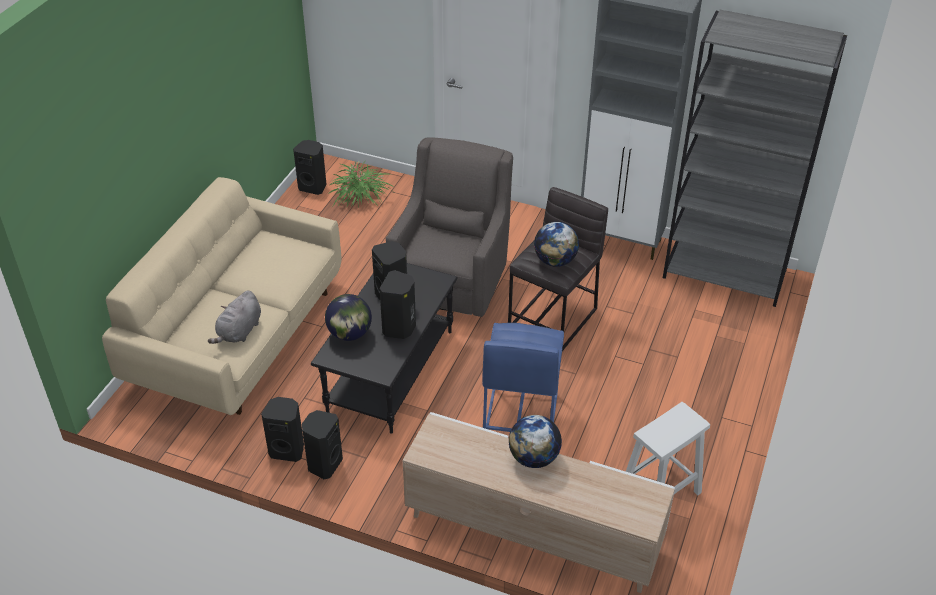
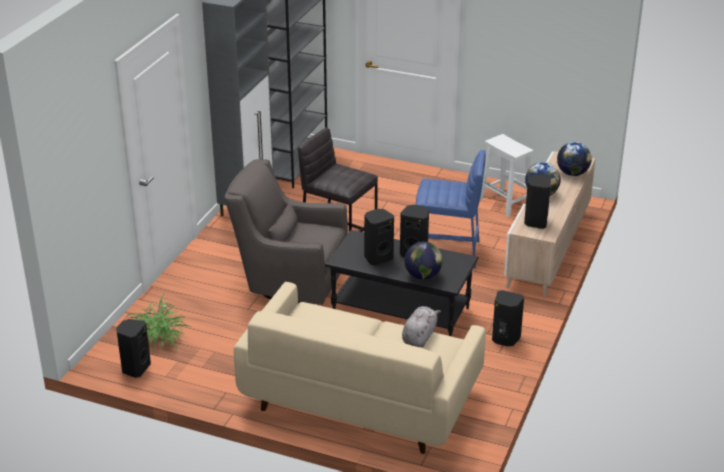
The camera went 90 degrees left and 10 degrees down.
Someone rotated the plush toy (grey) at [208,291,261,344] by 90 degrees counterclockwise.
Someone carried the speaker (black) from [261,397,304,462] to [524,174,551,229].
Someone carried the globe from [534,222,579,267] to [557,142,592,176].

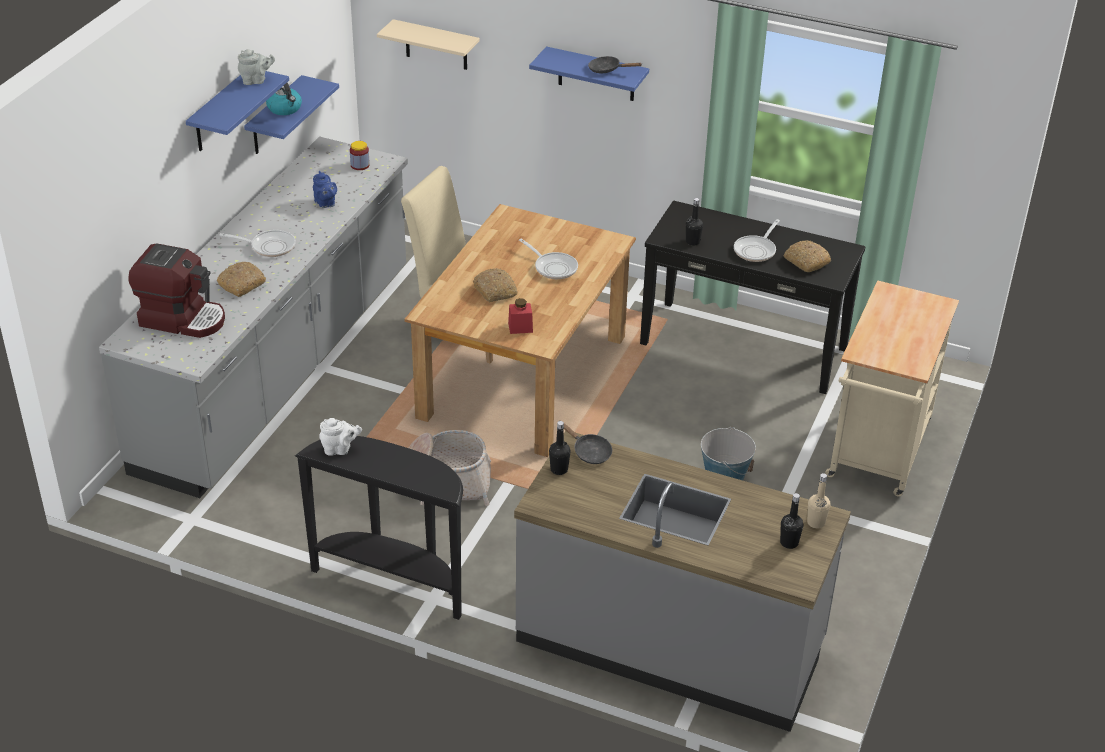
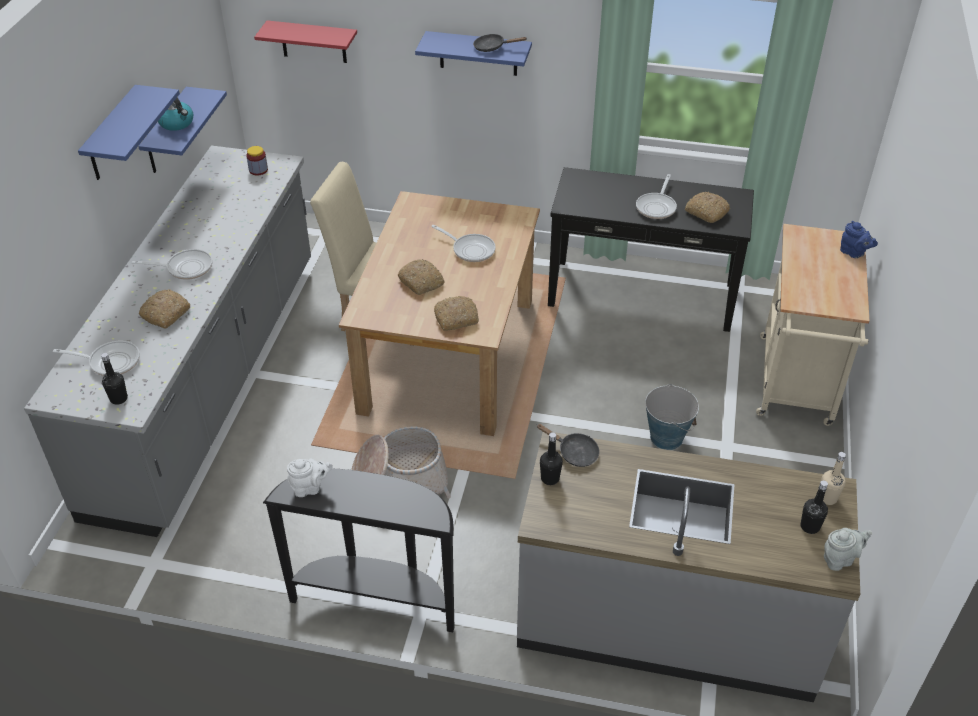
The camera went 10 degrees left and 5 degrees up.
Someone swapped the coffee machine at [129,243,225,338] for the frying pan at [53,341,140,376].
Someone carried the bottle (black) from [686,198,703,246] to [101,353,128,405].
Someone repainted the shelf (beige) at [377,19,480,70], which became the shelf (red) at [254,20,357,63].
Someone swapped the jar (red) at [508,298,533,334] for the bread at [434,296,479,331].
Someone carried the teapot (grey) from [238,49,275,85] to [824,528,872,571].
Someone carried the teapot (blue) from [313,171,337,208] to [840,221,878,258].

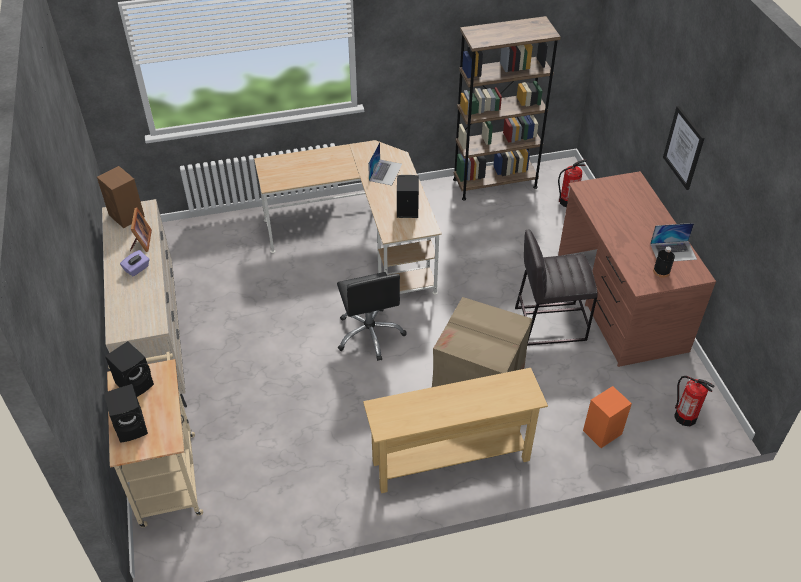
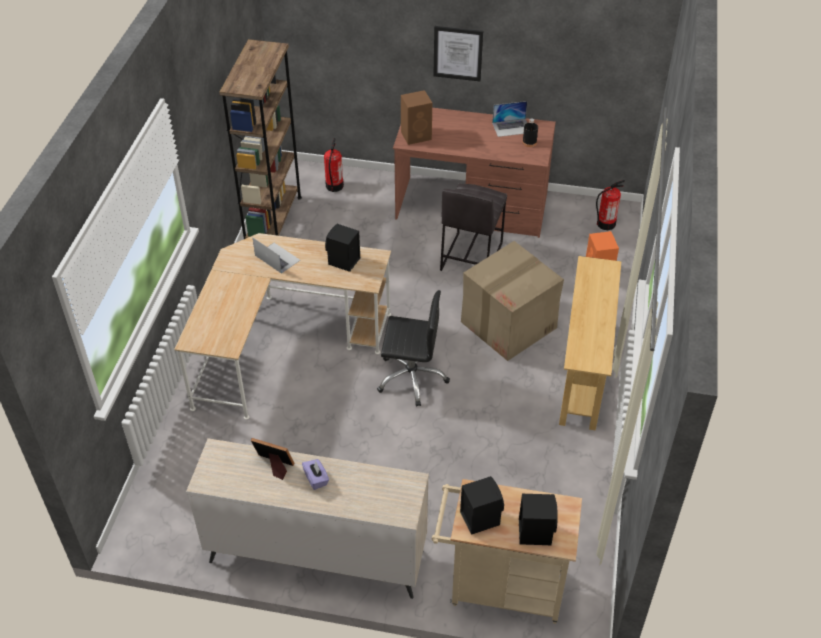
The camera went 65 degrees left and 0 degrees up.
Someone carried the speaker (brown) from [97,166,145,228] to [401,90,432,145].
Someone rotated the laptop at [650,223,697,261] by 60 degrees clockwise.

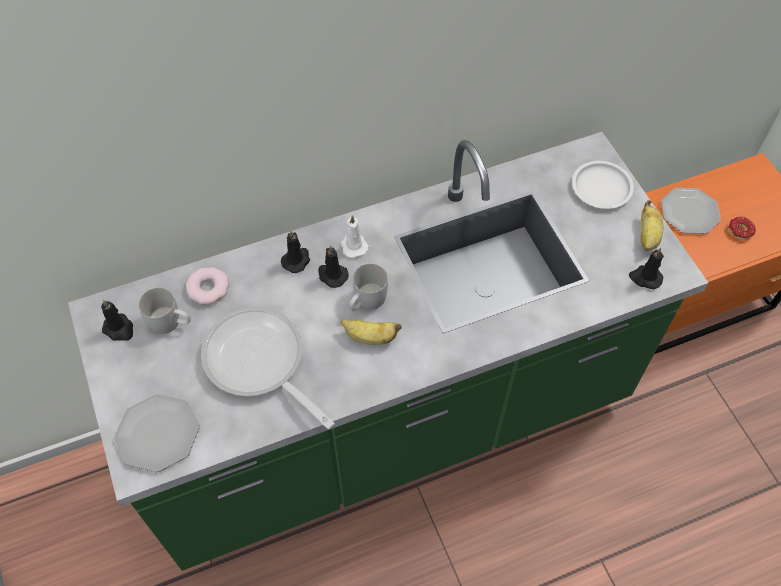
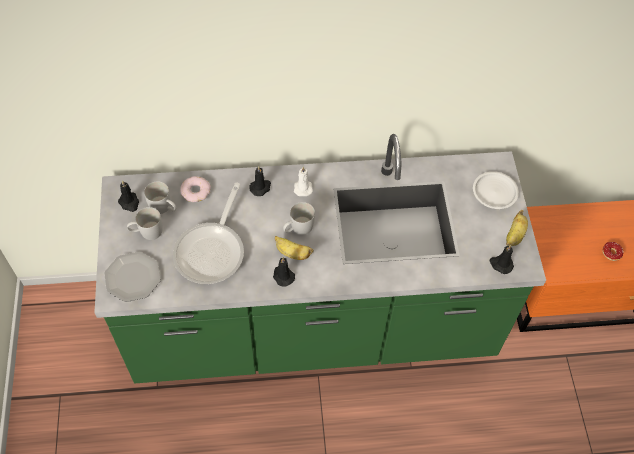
The camera went 15 degrees right and 0 degrees up.
Someone put down the mug (white) at [127,207,162,240].
Someone rotated the frying pan at [201,307,335,429] by 135 degrees counterclockwise.
Someone carried the candle (black) from [318,245,349,288] to [273,257,295,287].
Someone took away the plate at [661,188,721,234].

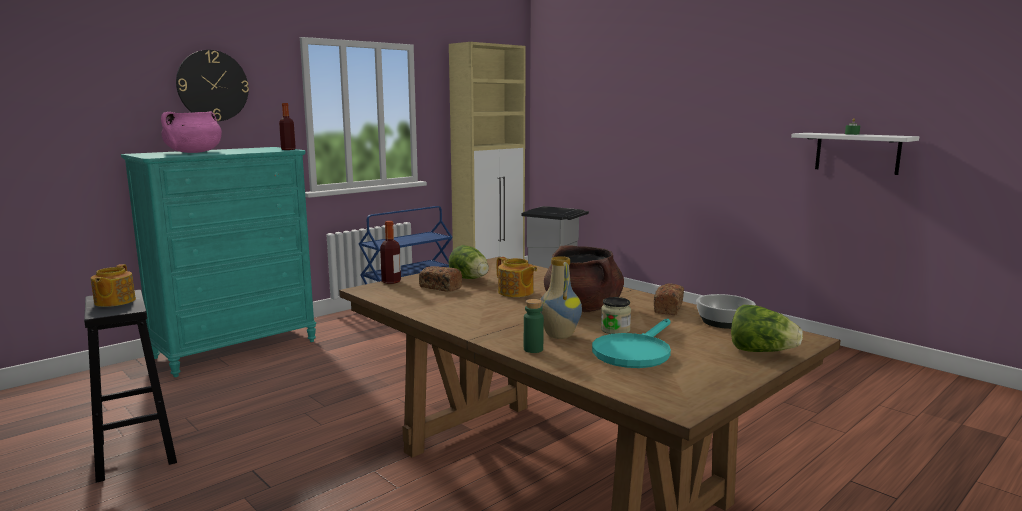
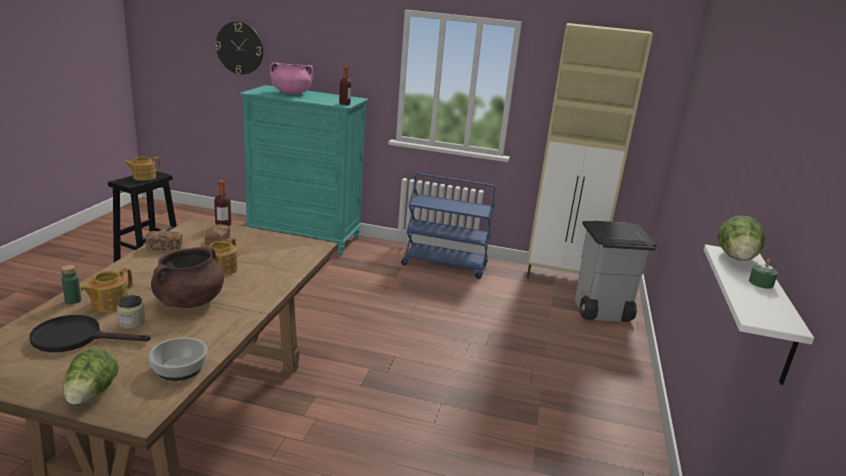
The camera went 55 degrees right and 10 degrees up.
Someone repainted the frying pan (turquoise) at [592,319,671,368], which became the frying pan (black) at [29,315,151,352].
Someone swapped the vase at [540,256,582,339] for the teapot at [80,268,133,312].
Someone carried the bread from [654,284,684,315] to [146,231,182,251].
Someone carried the wall clock from [176,50,249,121] to [215,22,263,75].
Someone carried the lettuce from [449,245,489,279] to [717,215,765,261].

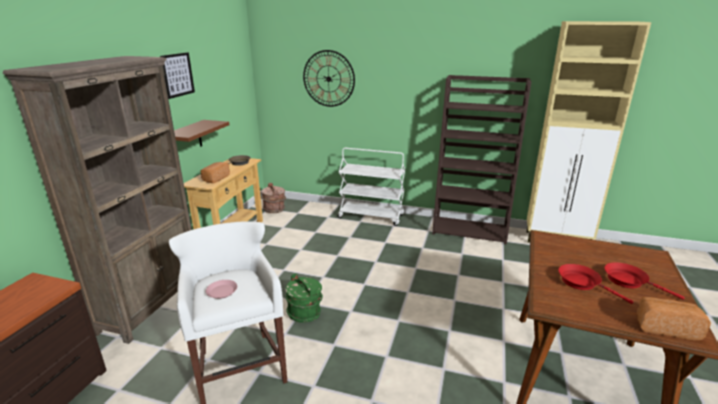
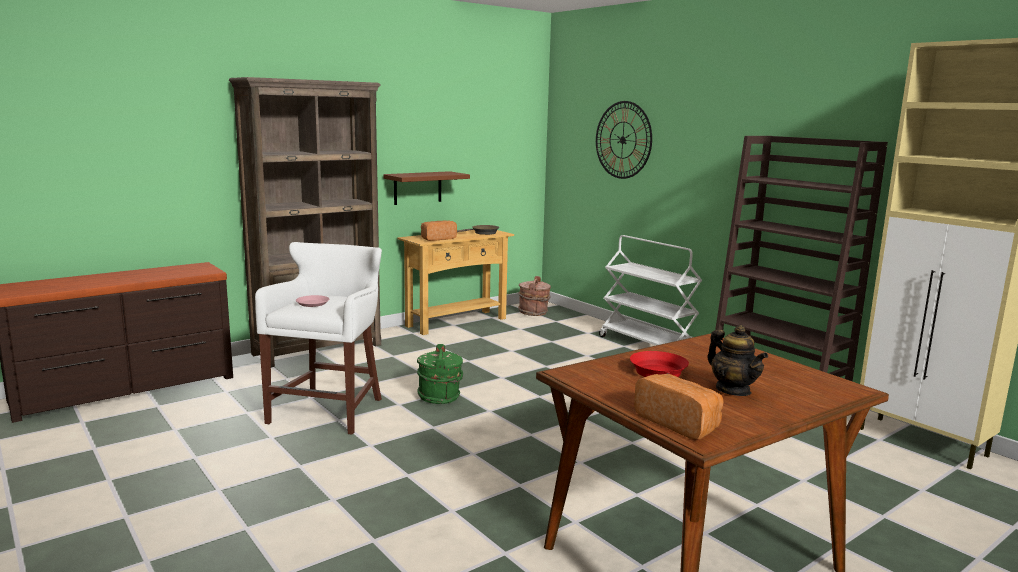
The camera went 35 degrees right and 10 degrees down.
Someone swapped the frying pan (red) at [605,263,685,300] for the teapot at [707,325,768,396].
Someone took away the picture at [160,52,195,99].

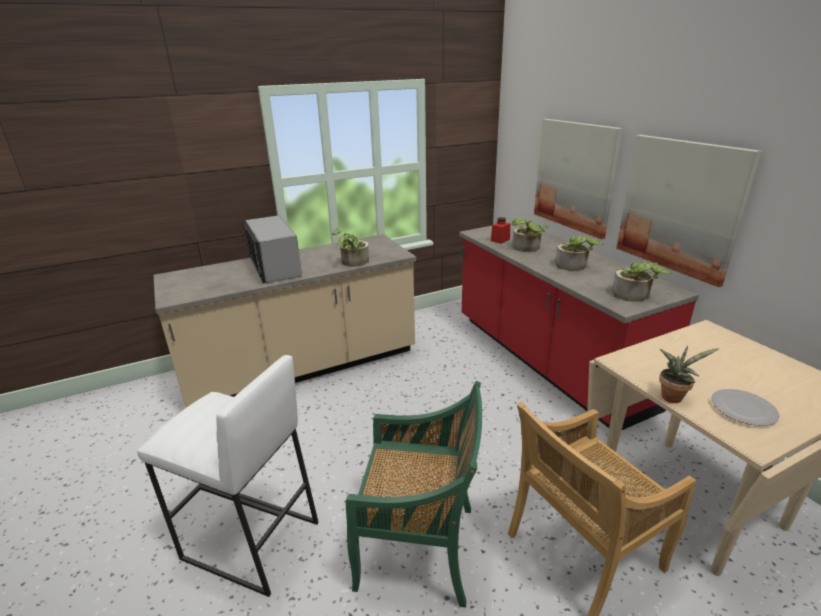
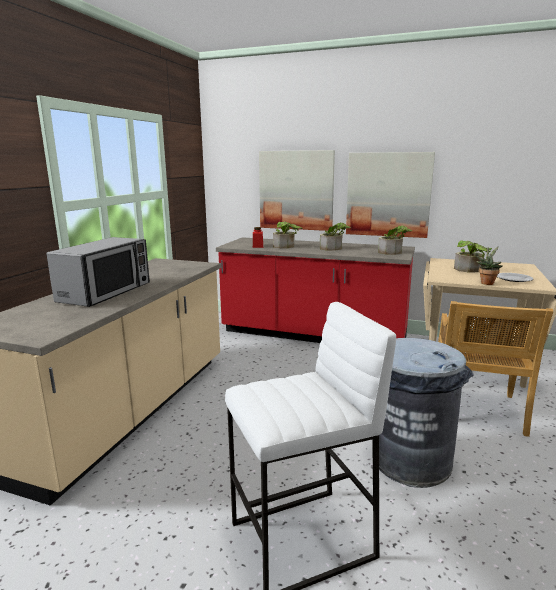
The camera went 45 degrees left and 10 degrees down.
Someone rotated the microwave at [243,215,302,283] by 90 degrees counterclockwise.
Someone swapped the chair (green) at [346,381,482,608] for the trash can (grey) at [379,338,474,488].
Someone carried the potted plant from [332,228,369,267] to [454,240,492,273].

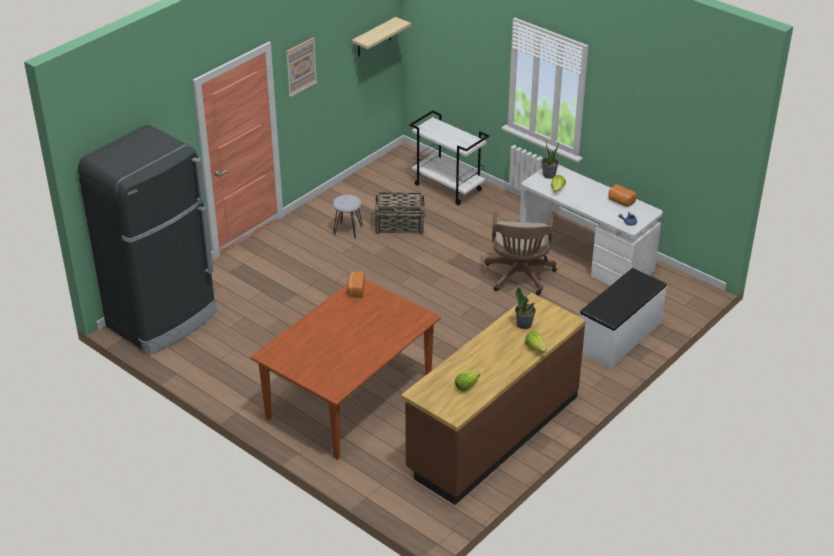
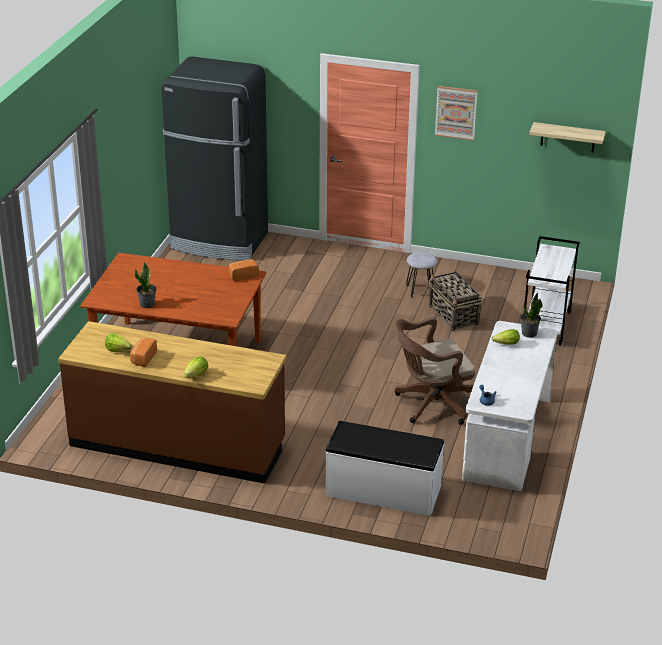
The camera went 65 degrees right and 5 degrees down.
Someone carried the bread from [608,184,636,207] to [130,338,157,367].
Someone carried the potted plant from [515,287,536,329] to [135,263,156,308].

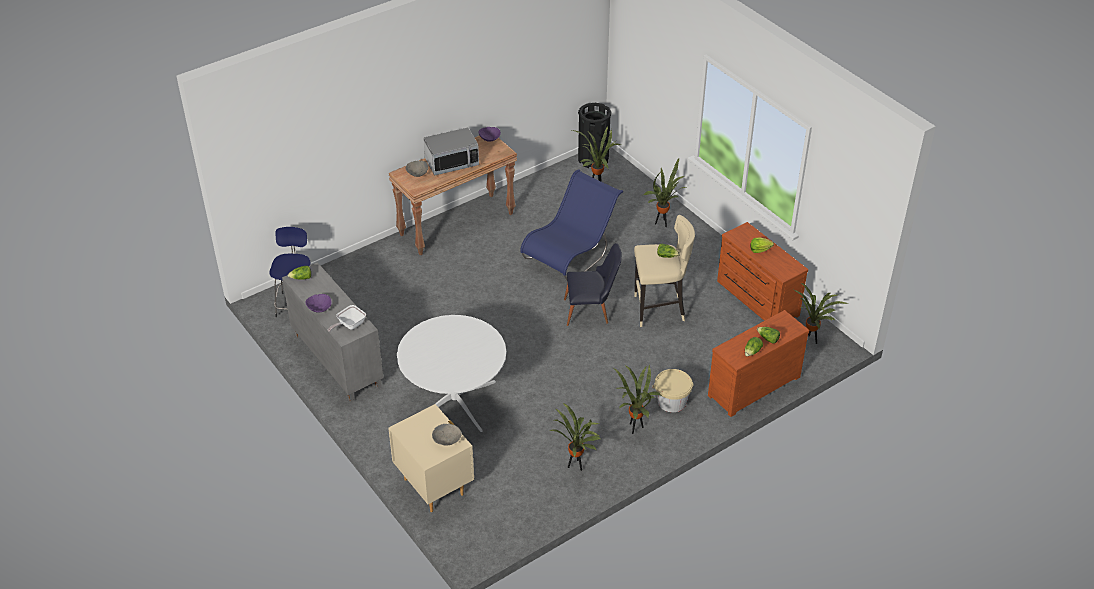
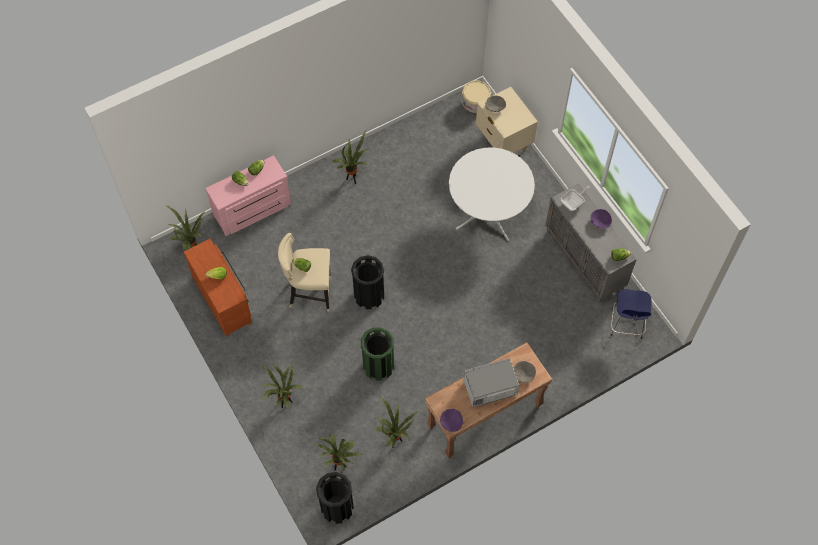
The camera went 175 degrees left and 20 degrees up.
Someone repainted the dresser (brown) at [708,310,809,417], which became the dresser (pink) at [205,155,291,236].
Someone swapped the chair (black) at [564,243,622,326] for the trash can (black) at [351,255,384,309].
Someone swapped the chair (blue) at [520,169,623,280] for the trash can (green) at [361,327,394,381].
Someone carried the potted plant from [550,403,602,471] to [375,396,419,448].
Someone carried the bucket (beige) from [652,369,693,412] to [461,81,491,113].

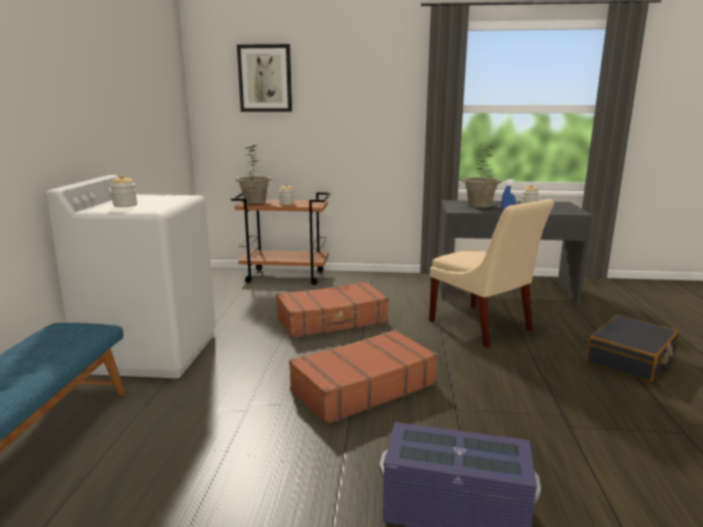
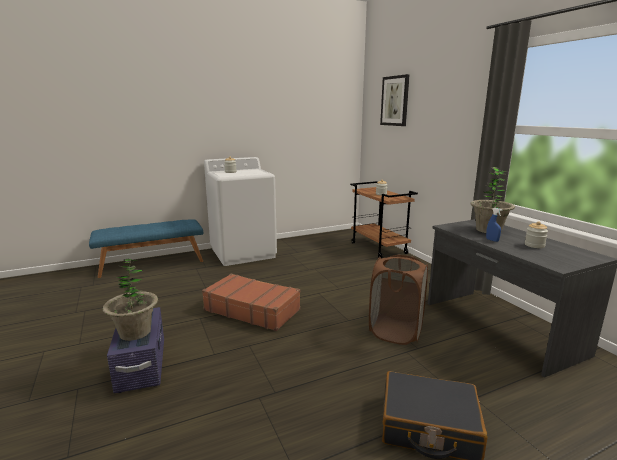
The camera went 60 degrees right and 0 degrees up.
Someone carried the potted plant from [235,145,272,204] to [102,259,158,341].
Someone swapped the chair (beige) at [429,199,554,348] for the laundry basket (brown) at [369,255,428,345].
Someone took away the suitcase (brown) at [276,281,388,338].

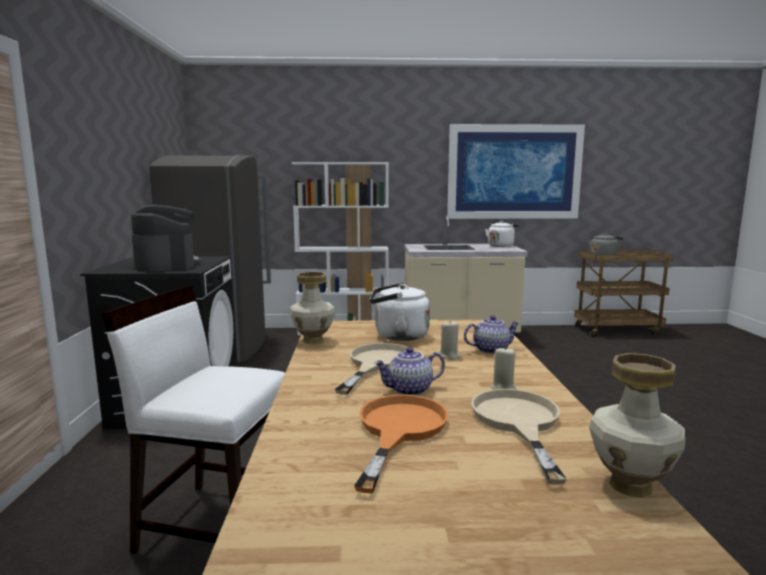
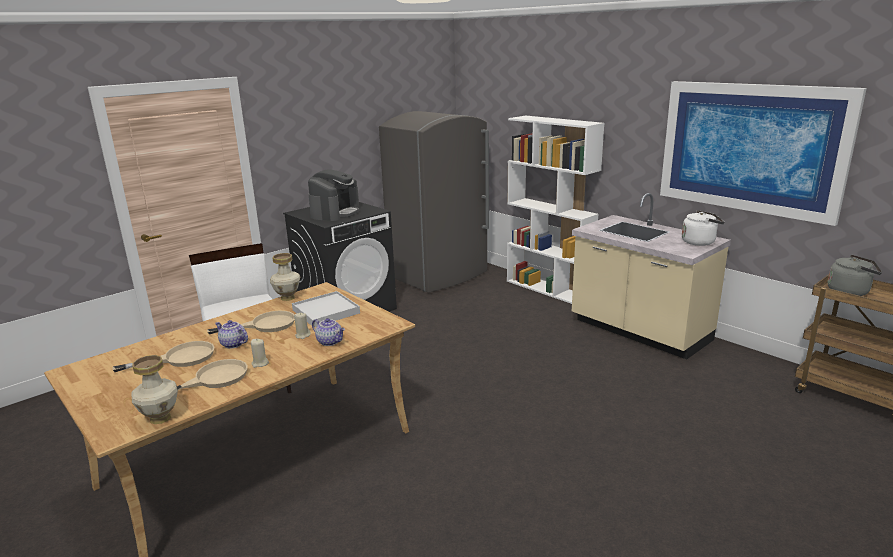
The camera went 50 degrees right and 10 degrees up.
Someone repainted the frying pan (orange) at [354,395,448,494], which became the frying pan (beige) at [112,341,214,372].
Someone swapped the kettle (white) at [370,283,430,341] for the tray (white) at [292,291,360,327].

